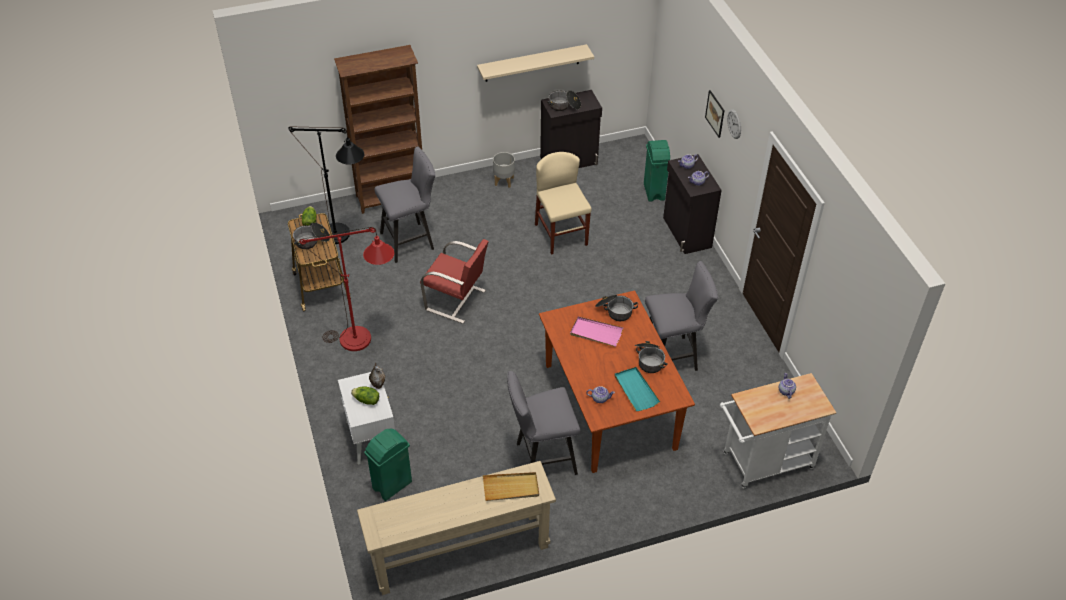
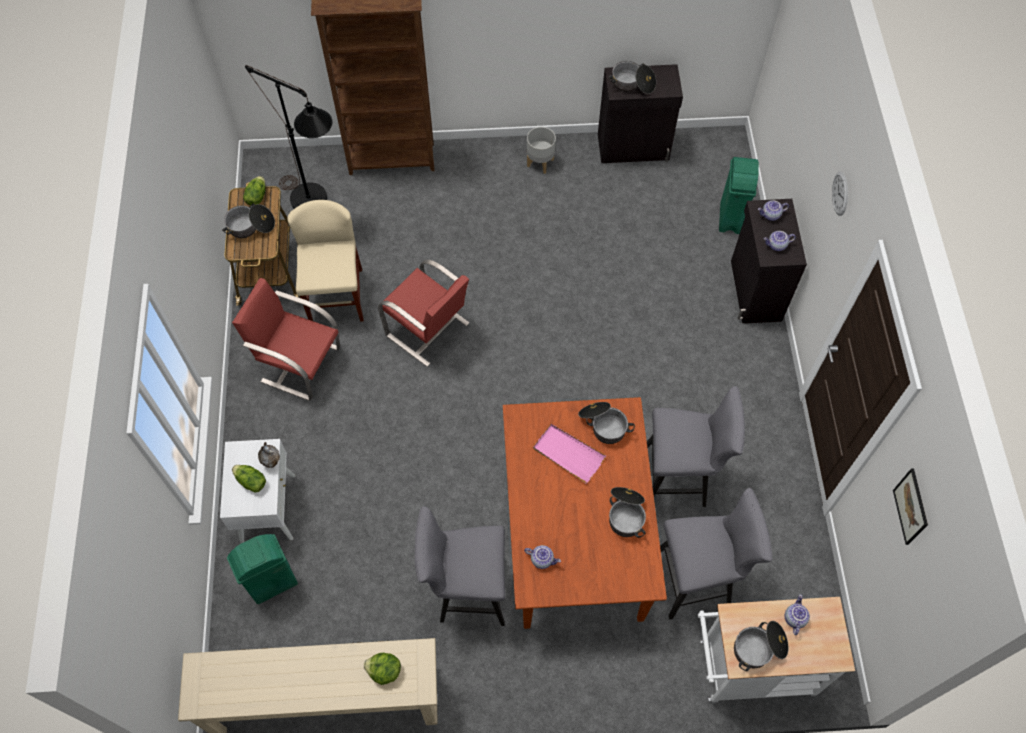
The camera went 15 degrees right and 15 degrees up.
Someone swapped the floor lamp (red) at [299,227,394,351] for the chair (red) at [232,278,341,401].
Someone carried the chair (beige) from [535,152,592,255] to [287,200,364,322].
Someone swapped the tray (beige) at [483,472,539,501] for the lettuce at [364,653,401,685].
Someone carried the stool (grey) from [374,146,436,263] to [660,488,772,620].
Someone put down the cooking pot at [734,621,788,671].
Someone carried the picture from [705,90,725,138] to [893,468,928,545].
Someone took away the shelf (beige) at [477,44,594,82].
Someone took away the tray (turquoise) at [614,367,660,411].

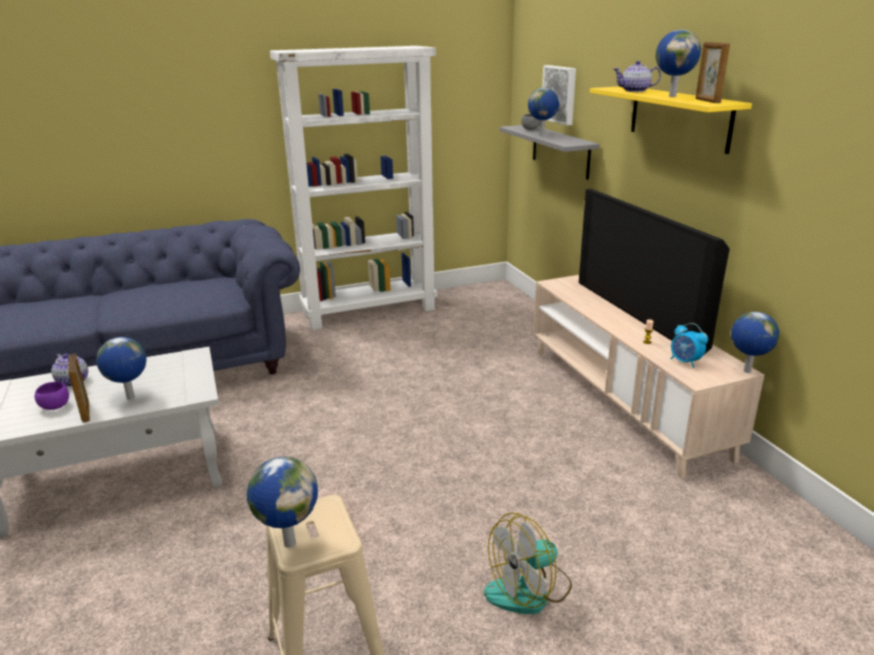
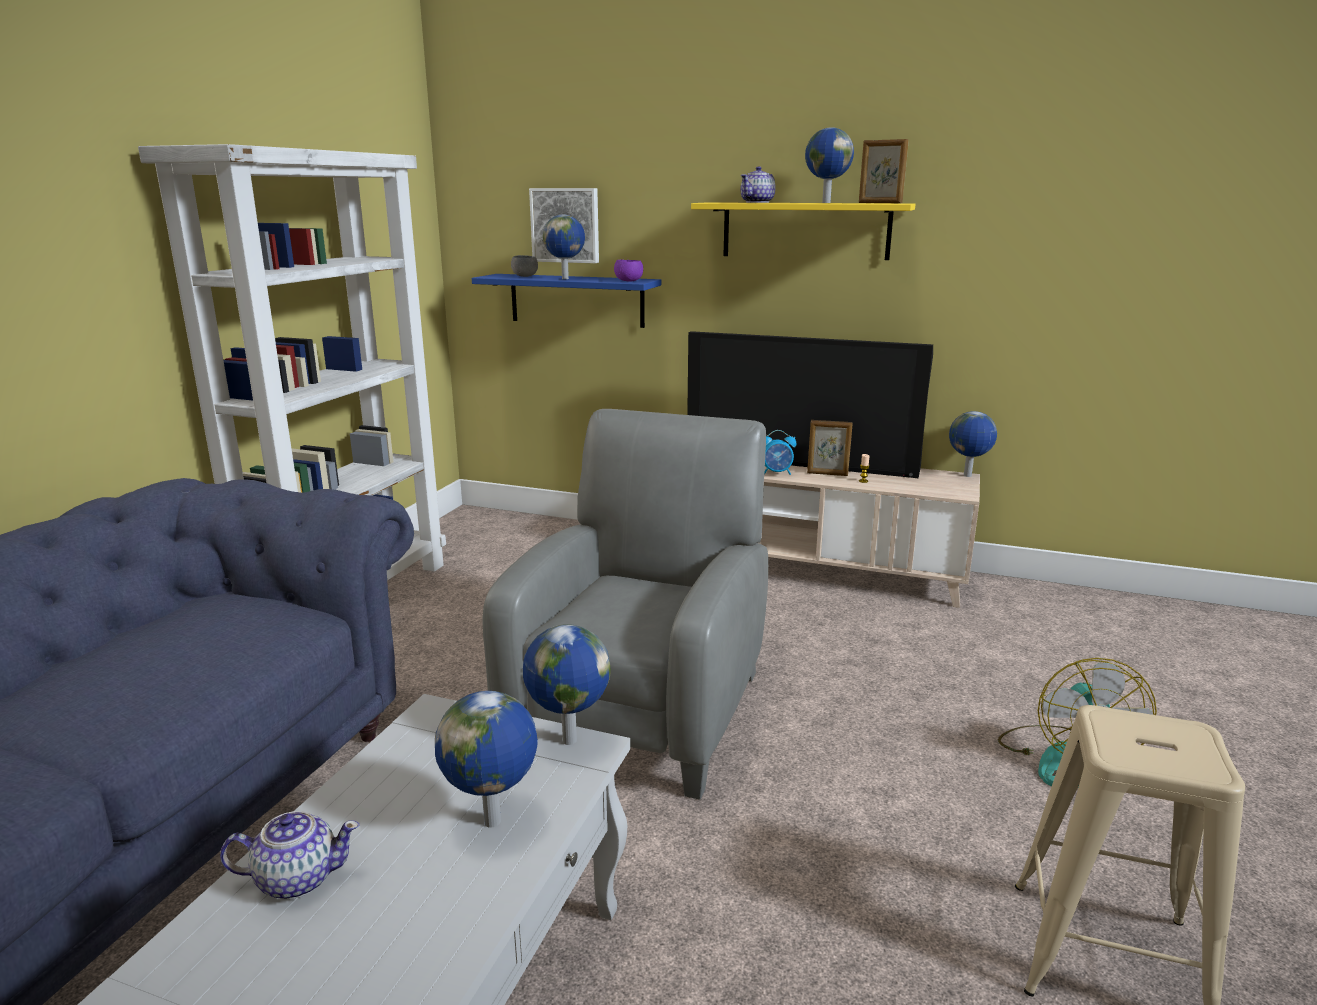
The camera went 50 degrees left and 5 degrees down.
Someone repainted the shelf (grey) at [499,125,599,180], which became the shelf (blue) at [472,274,661,328].
Someone put down the armchair (grey) at [482,409,768,799].
Someone carried the globe from [247,456,318,548] to [523,624,611,745].
Someone carried the bowl (purple) from [35,382,69,410] to [614,260,643,281].
Someone carried the alarm clock from [671,323,708,368] to [764,430,796,475].
Someone carried the picture frame from [69,354,90,422] to [807,420,853,476].

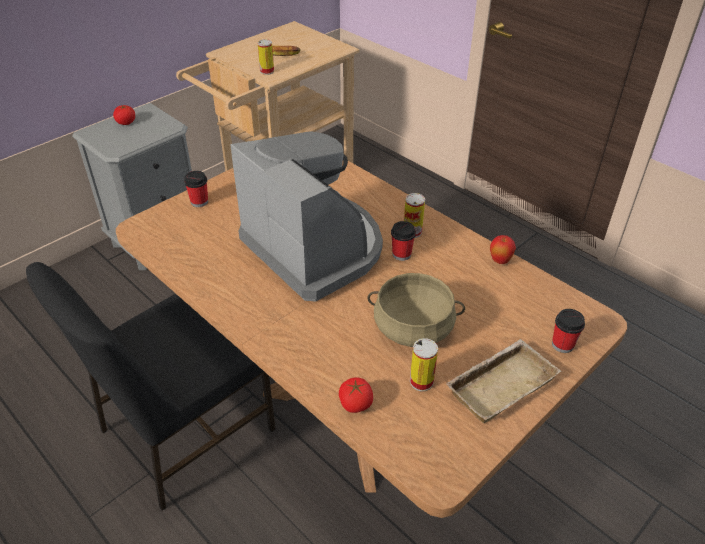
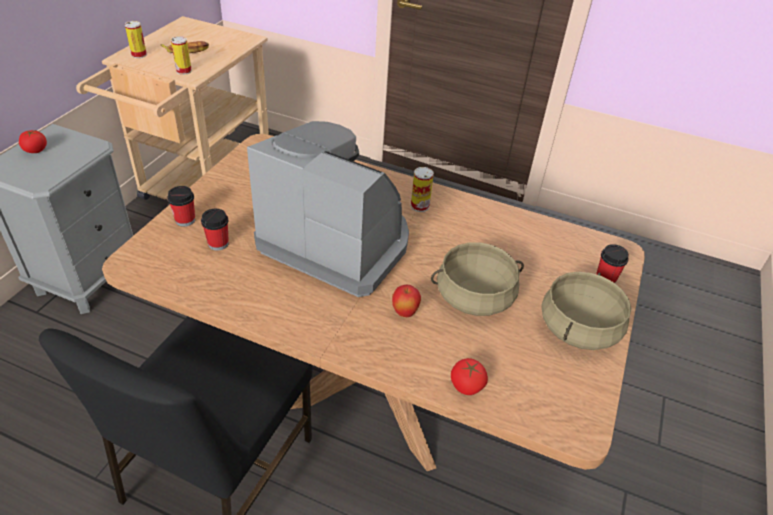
The camera went 25 degrees left and 0 degrees up.
Someone carried the can from [410,338,438,391] to [125,21,147,58].
Someone carried the cup from [391,221,416,261] to [201,209,228,251].
Someone carried the apple from [490,235,516,264] to [392,285,421,317].
Someone swapped the tray (beige) at [445,339,561,423] for the cooking pot (beige) at [541,272,631,350].

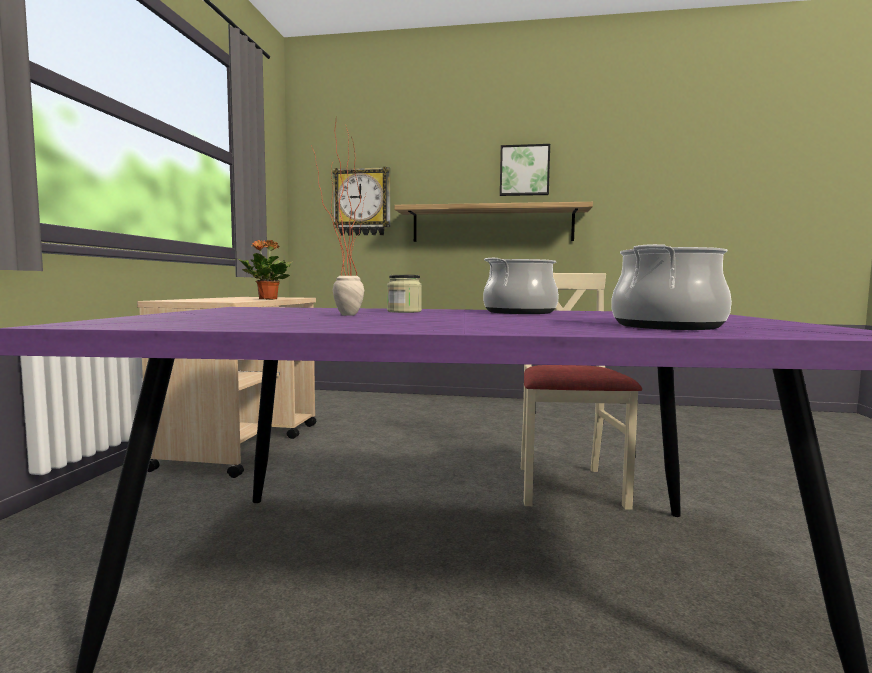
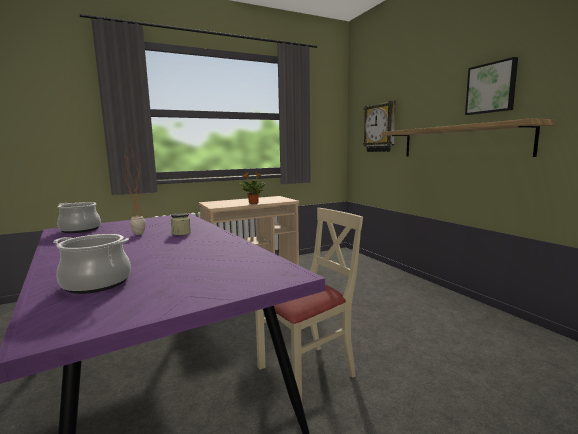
The camera went 55 degrees right and 5 degrees up.
Someone carried the cooking pot from [483,258,559,314] to [57,202,101,233].

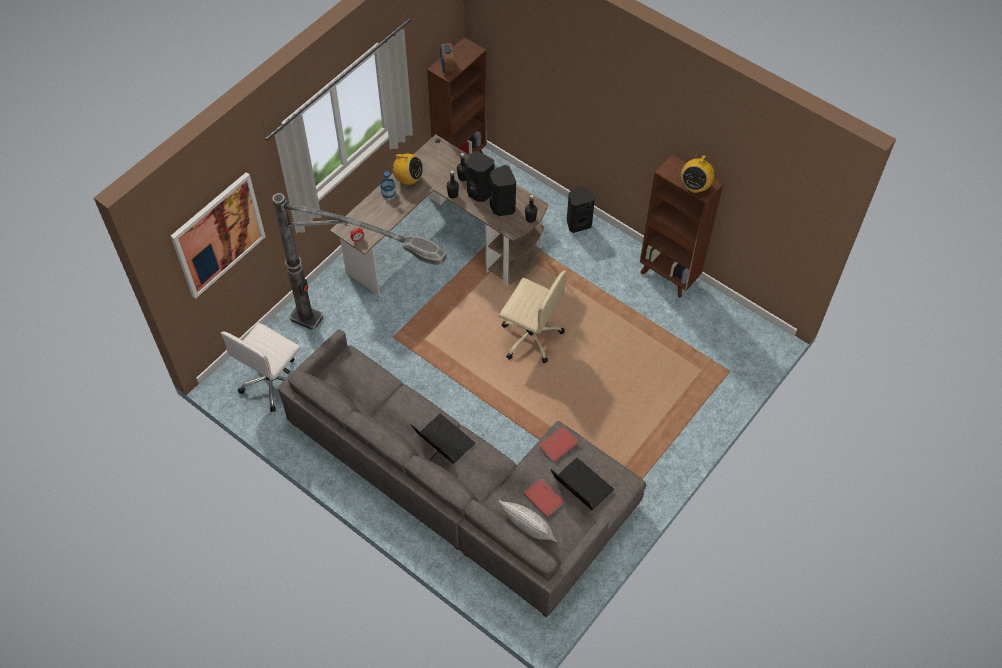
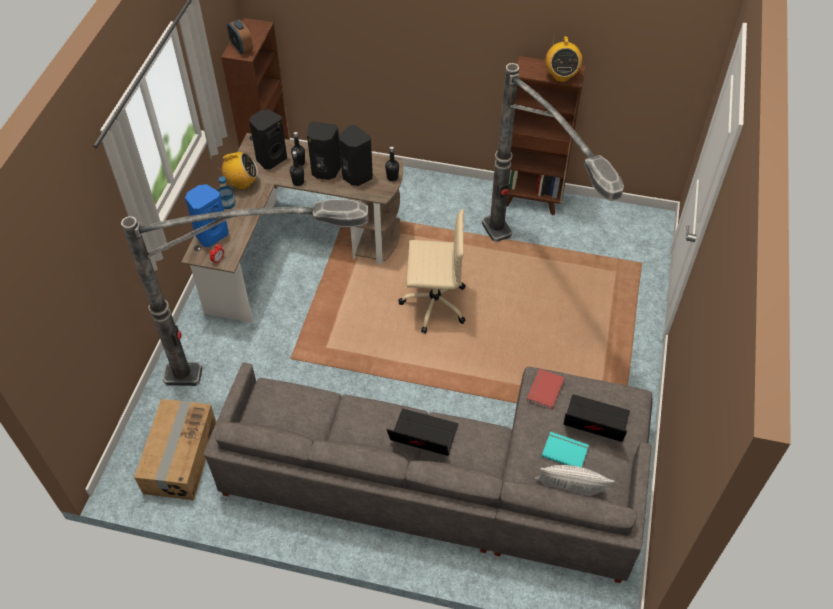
The camera went 25 degrees left and 5 degrees down.
Someone swapped the office chair (white) at [221,323,301,412] for the cardboard box at [134,399,216,501].
Someone put down the speaker (blue) at [185,184,229,247].
Someone carried the speaker (black) from [567,187,595,233] to [249,109,287,170].
Someone put down the floor lamp at [482,63,624,242].
Someone repainted the book (red) at [523,479,564,517], which became the book (turquoise) at [541,432,589,467].
Someone took away the picture at [171,172,266,299].

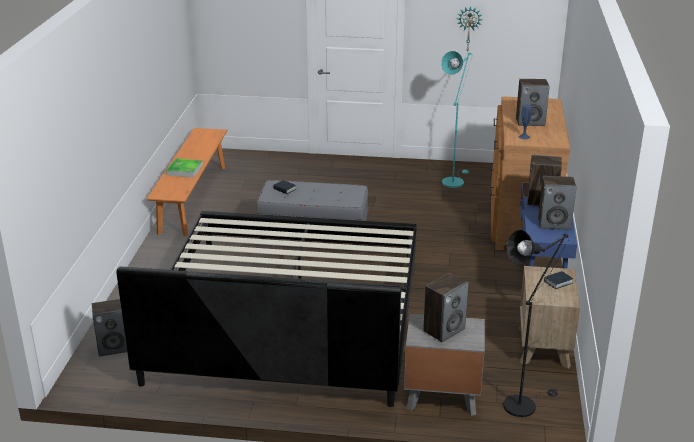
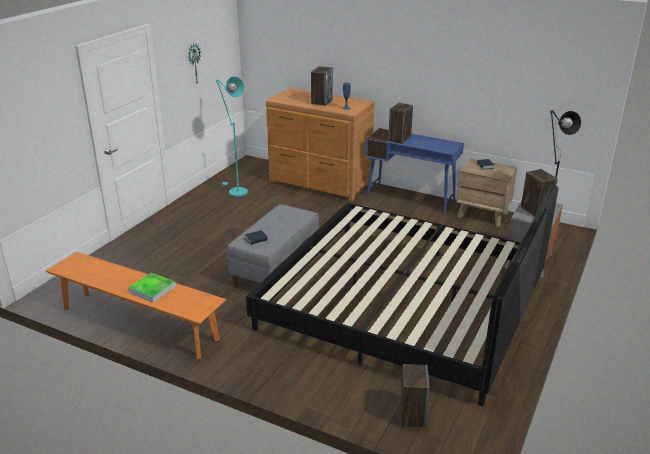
The camera went 70 degrees left and 0 degrees up.
Someone took away the speaker at [538,176,577,230].

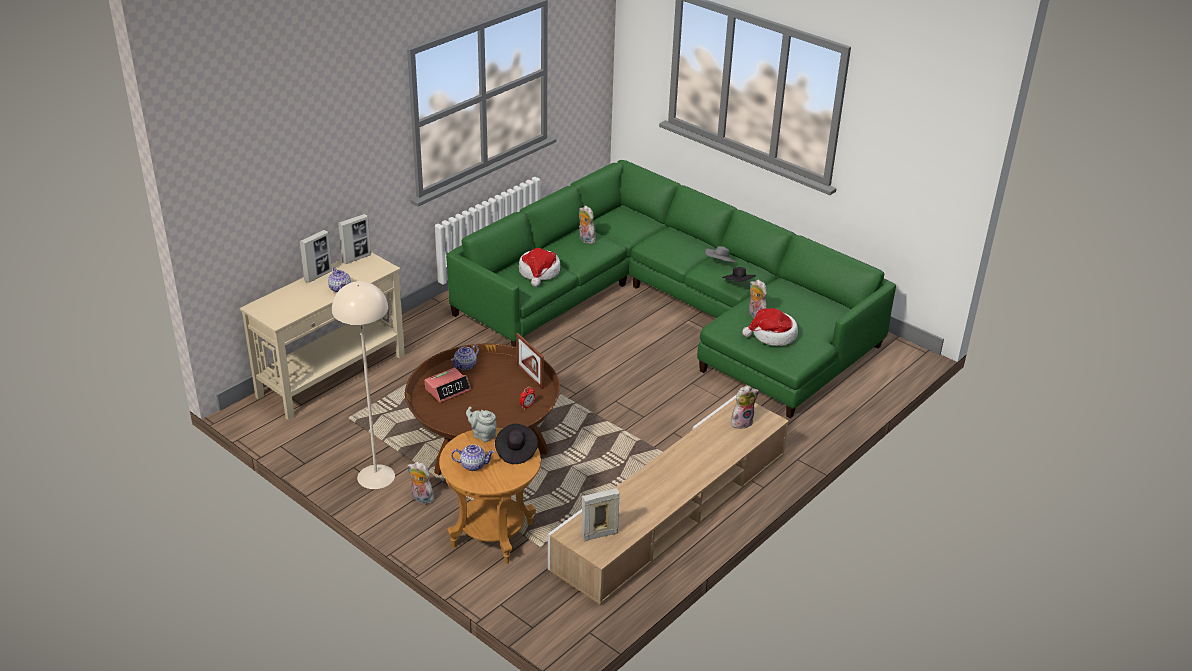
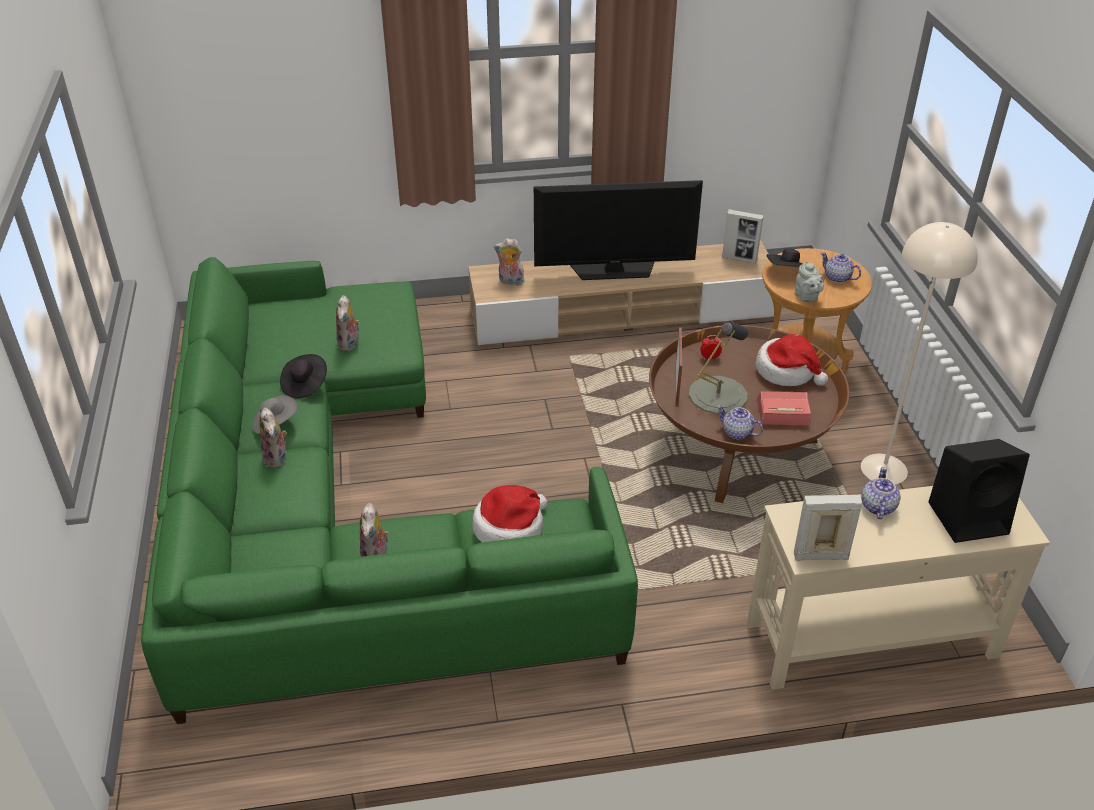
The camera went 140 degrees left and 5 degrees up.
Someone carried the plush toy from [407,462,437,504] to [260,408,287,468].
Someone put down the television at [534,180,703,280].
Someone put down the table lamp (grey) at [689,321,748,414].
Someone rotated the teapot at [451,345,479,370] by 135 degrees counterclockwise.
Someone carried the hat from [742,308,798,346] to [756,334,828,386].
Someone put down the speaker (black) at [928,439,1030,543].
Someone took away the picture frame at [299,230,332,283].

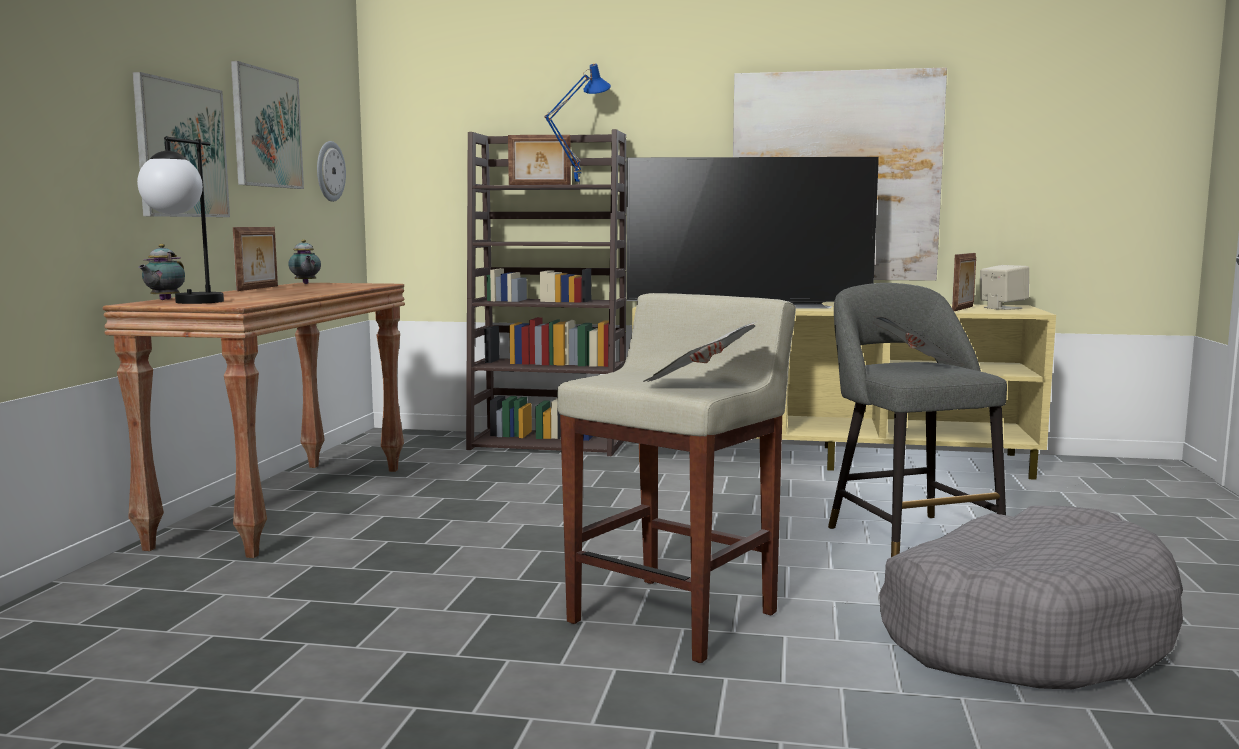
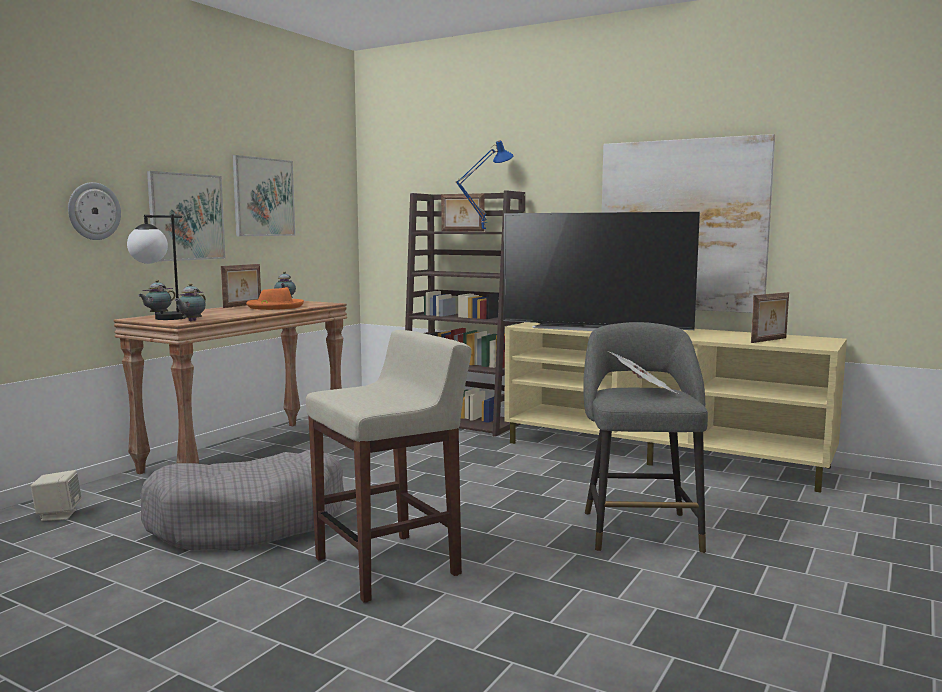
The camera went 20 degrees right and 0 degrees up.
Someone carried the speaker (beige) from [980,265,1029,310] to [31,470,82,521].
Someone carried the wall clock from [317,141,346,202] to [68,182,121,240].
Someone carried the dog bed (grey) from [879,506,1183,689] to [140,450,344,551].
Someone put down the teapot at [175,283,206,321].
Someone put down the hat (orange) at [246,287,304,310].
Someone took away the newspaper at [643,321,757,382].

